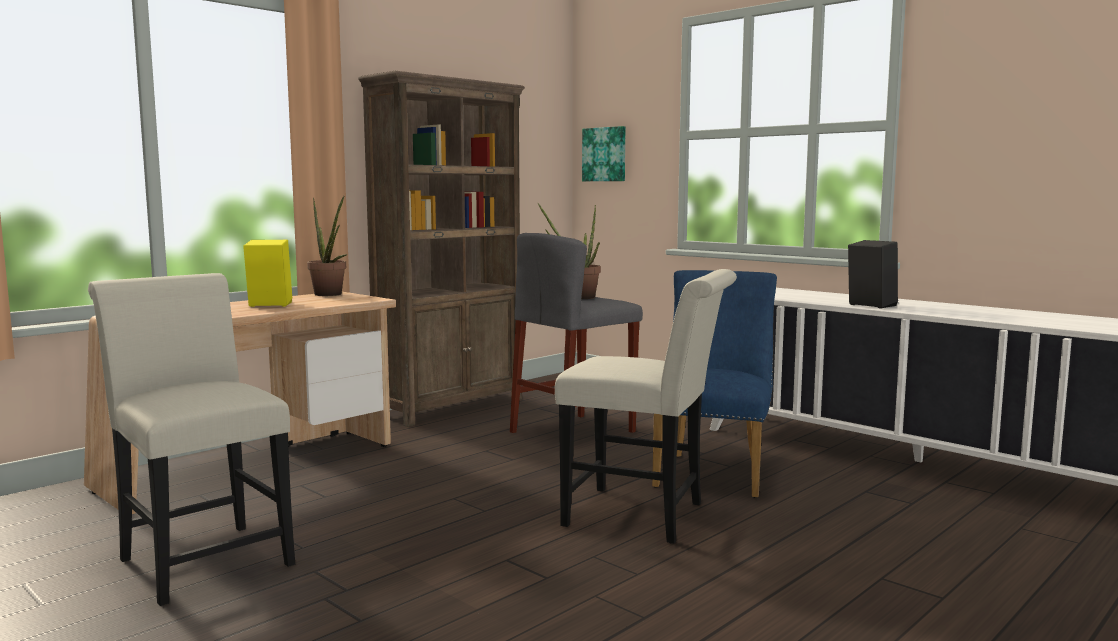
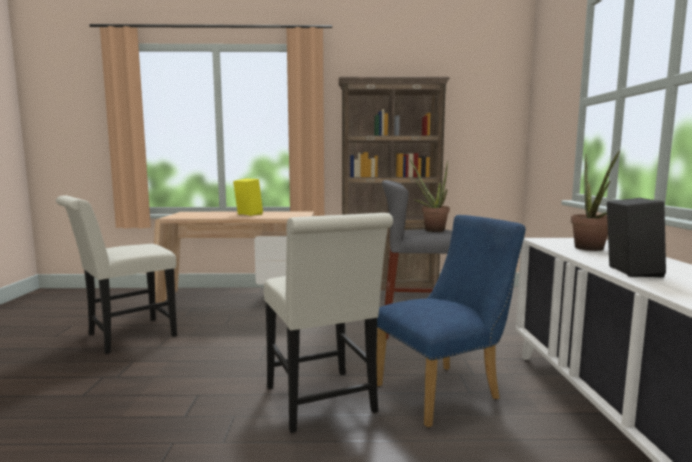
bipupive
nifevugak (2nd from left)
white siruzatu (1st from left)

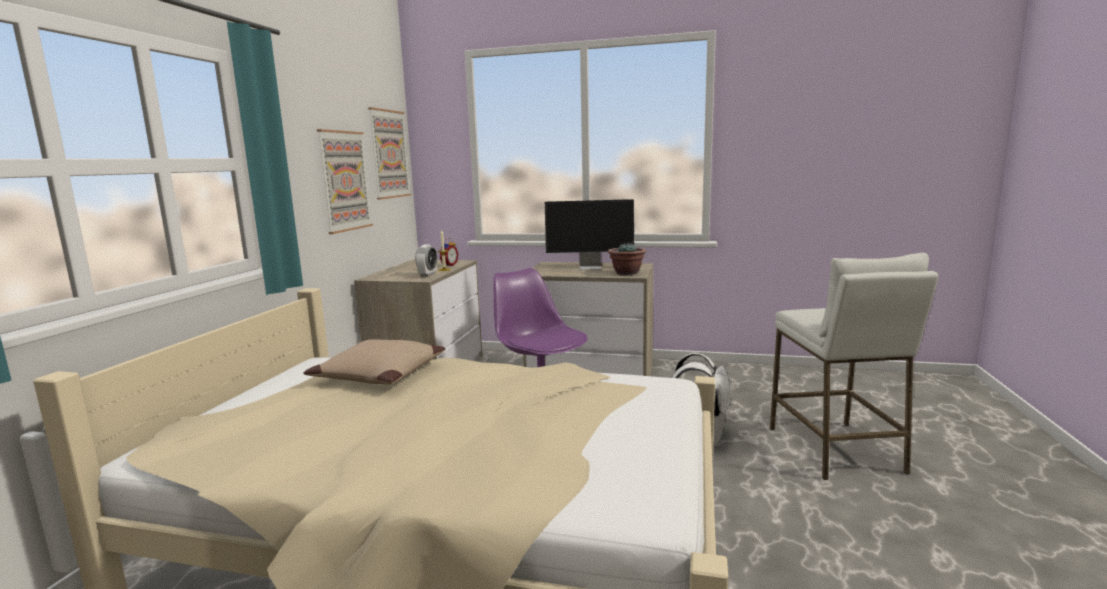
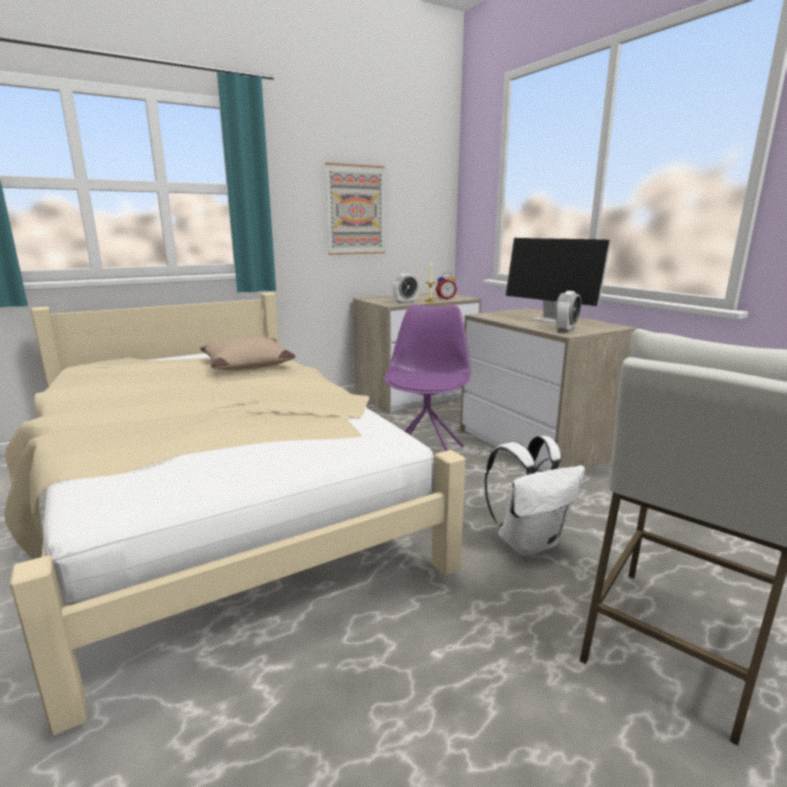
bipupive (2nd from left in the first image)
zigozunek (3rd from left)

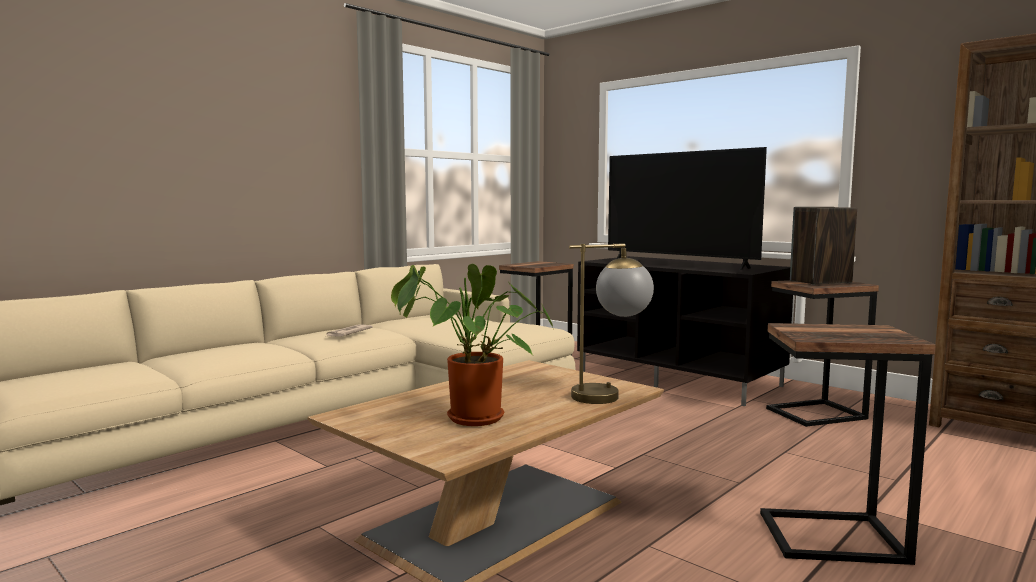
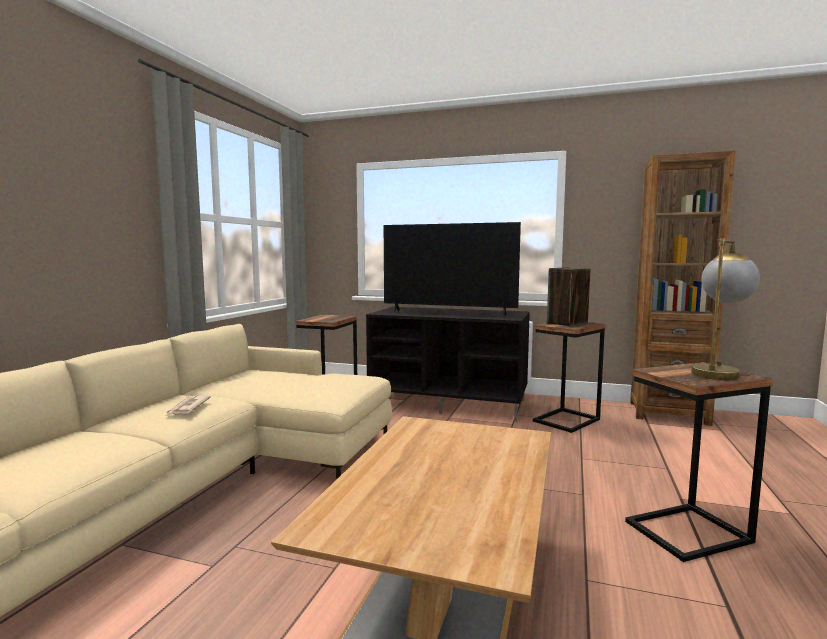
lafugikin
nifevugak

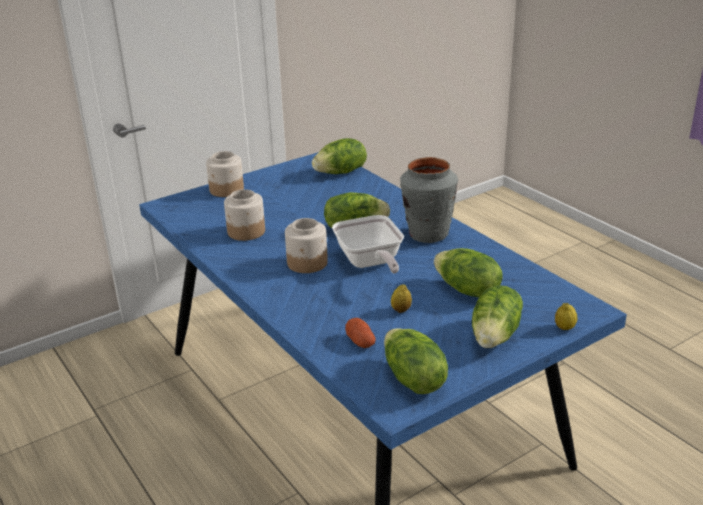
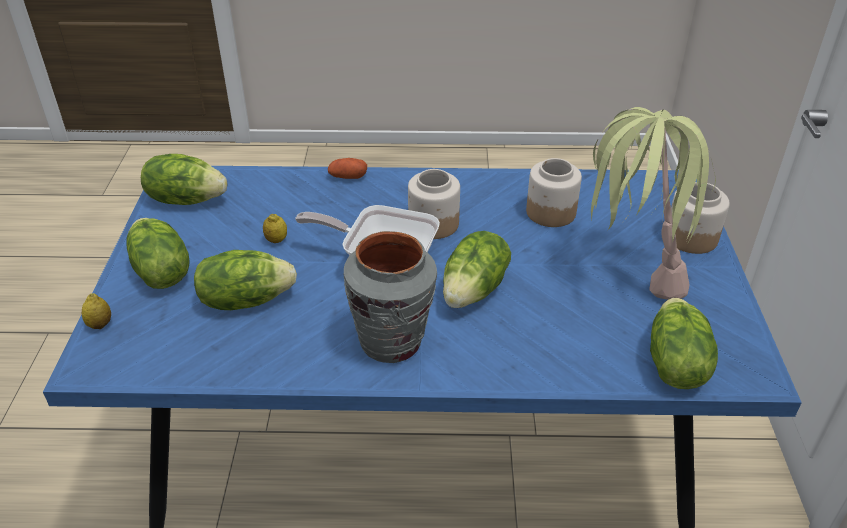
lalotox
nifevugak

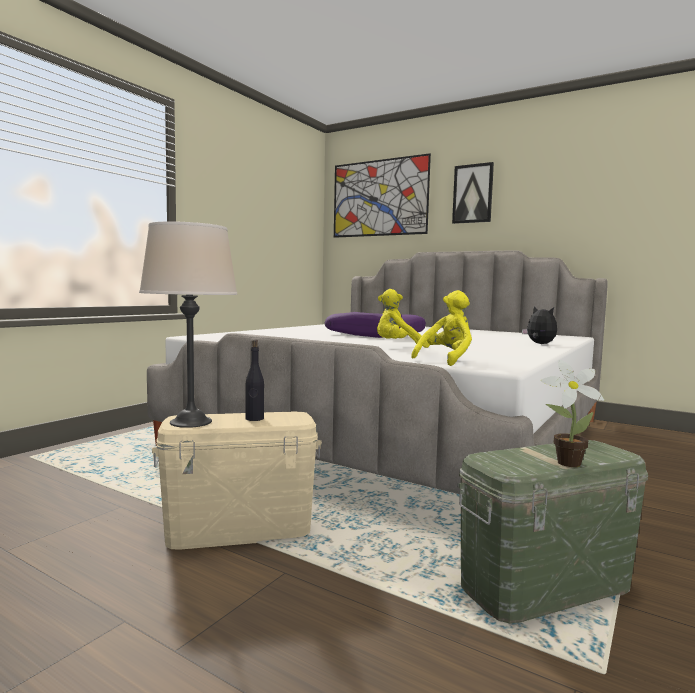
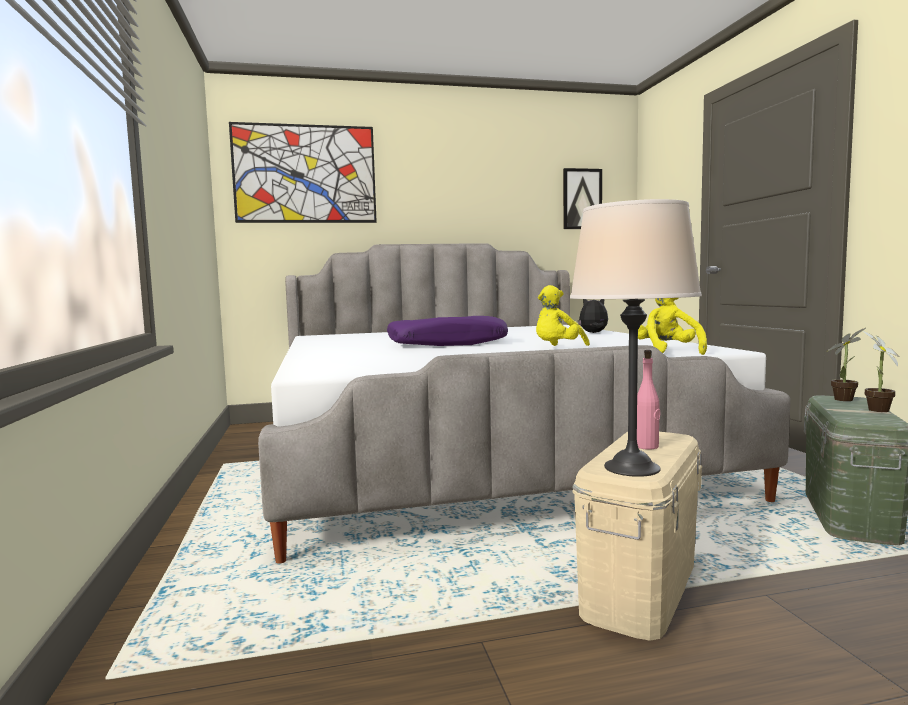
bipupive (2nd from left)
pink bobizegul
nifevugak (1st from left)

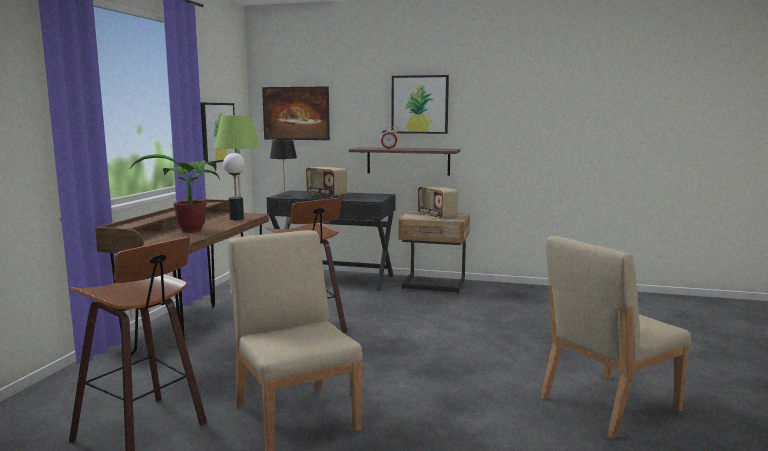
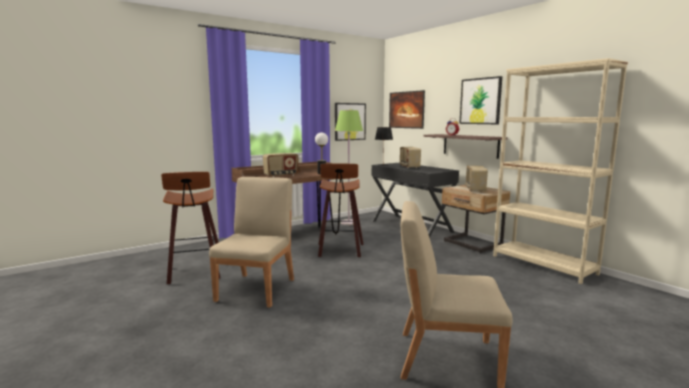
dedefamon (1st from left)
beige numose

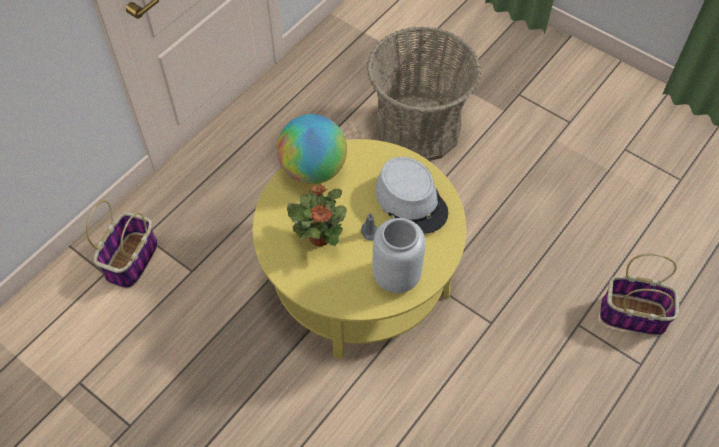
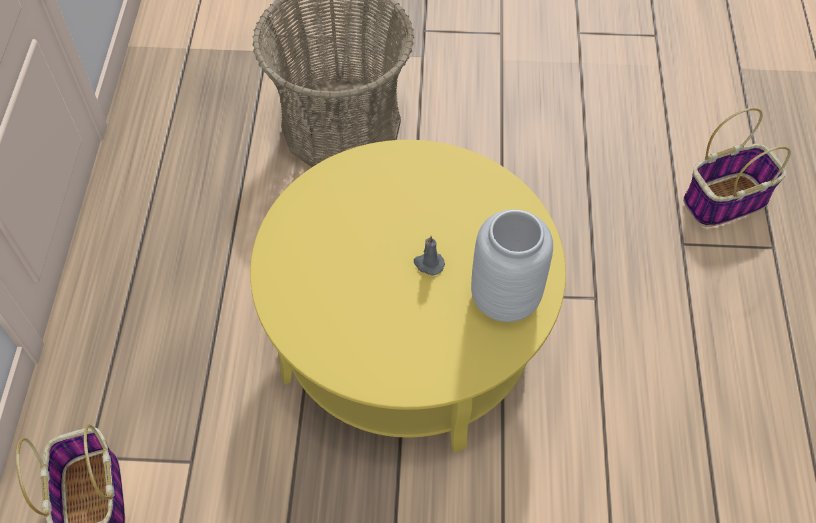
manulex
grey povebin
nifevugak

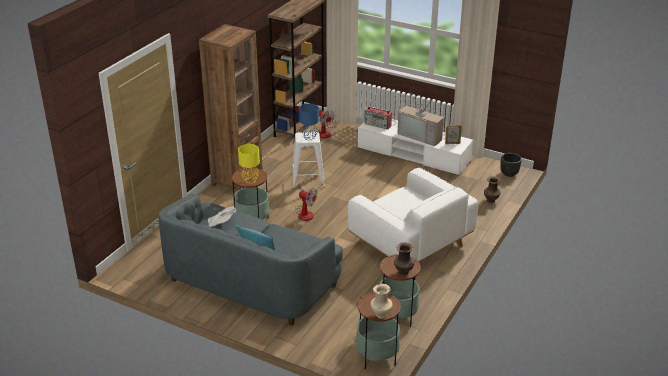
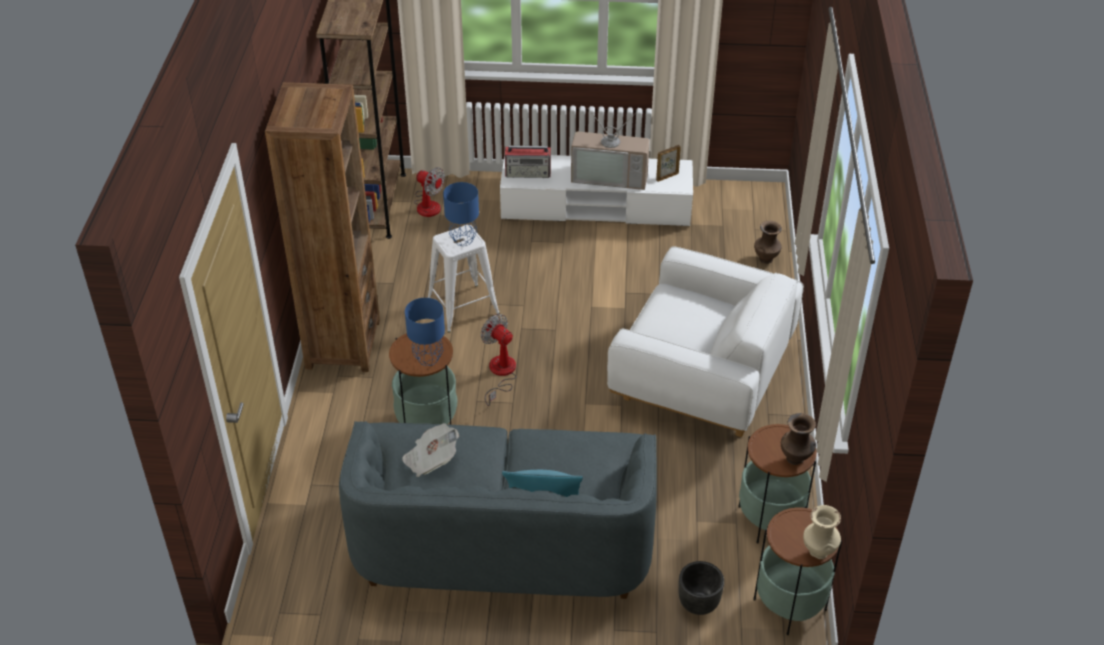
blue lafugikin (1st from left)
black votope
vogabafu (2nd from left)

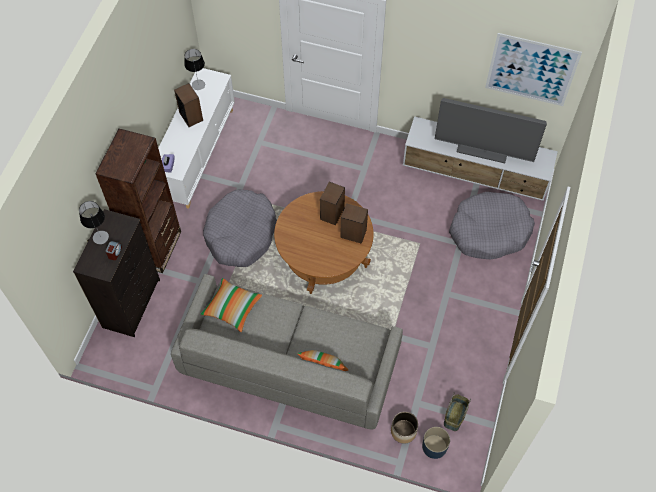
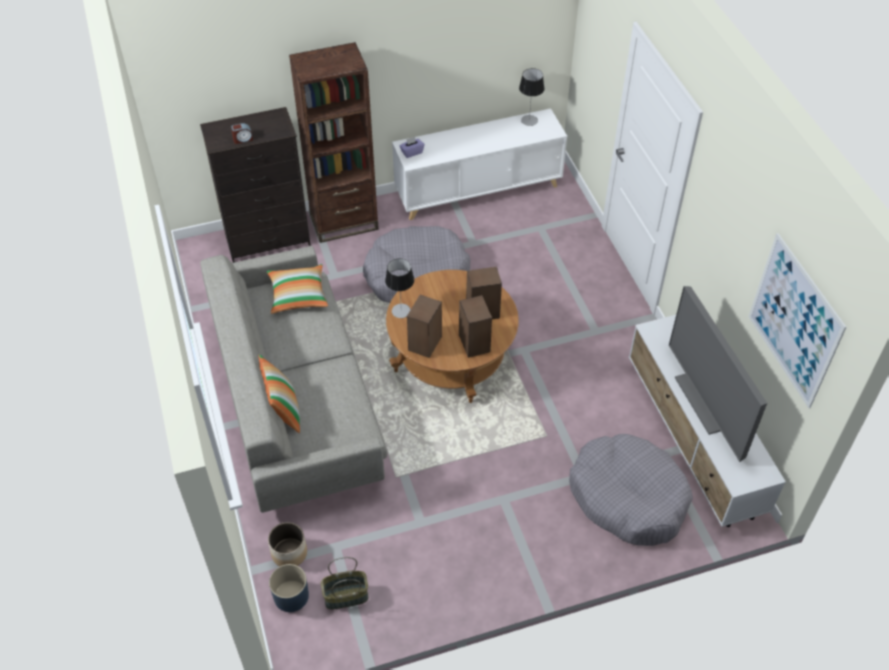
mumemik (1st from left)
lafugikin (1st from left)

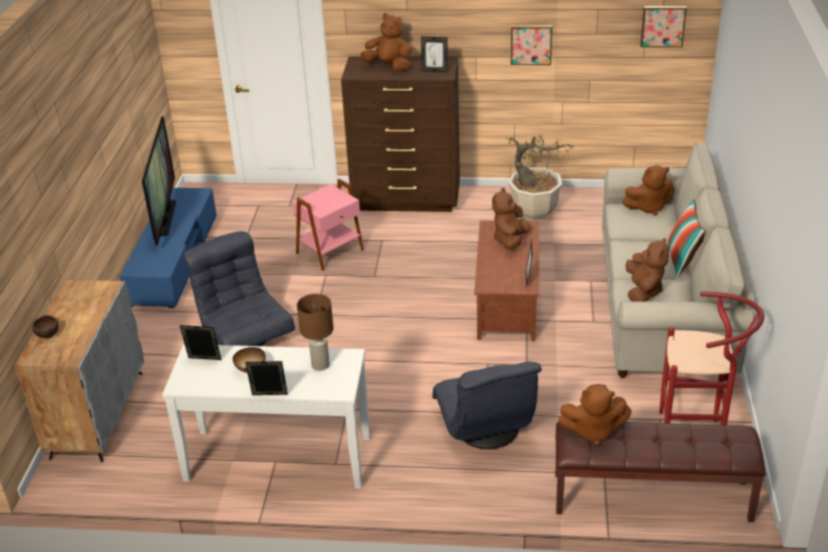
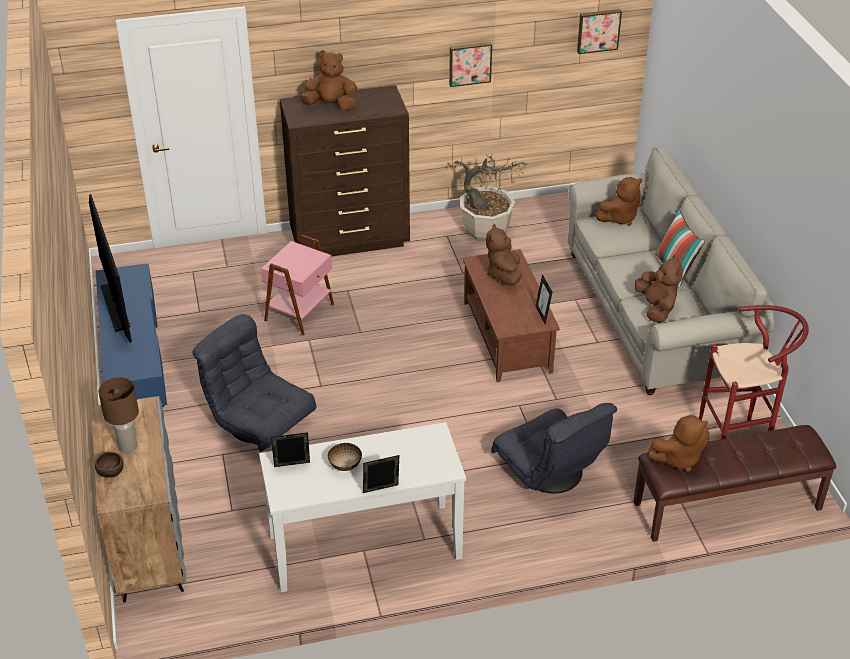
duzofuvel (3rd from left in the first image)
brown lafugikin

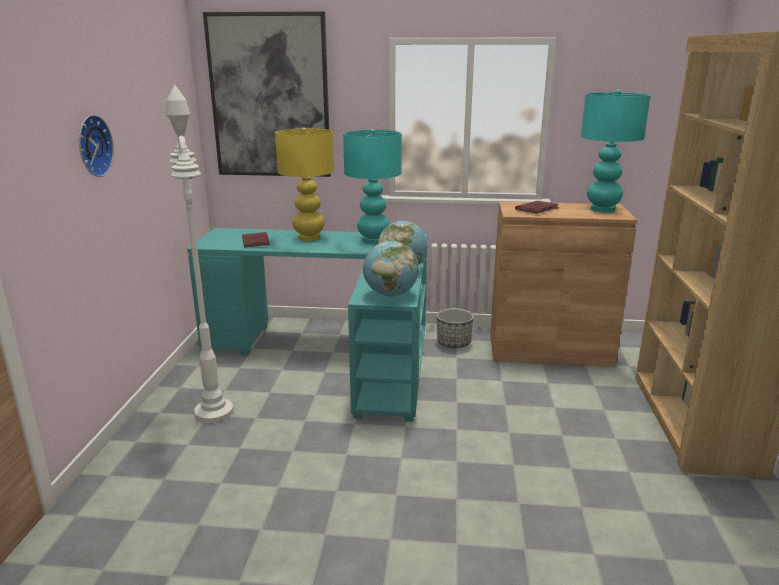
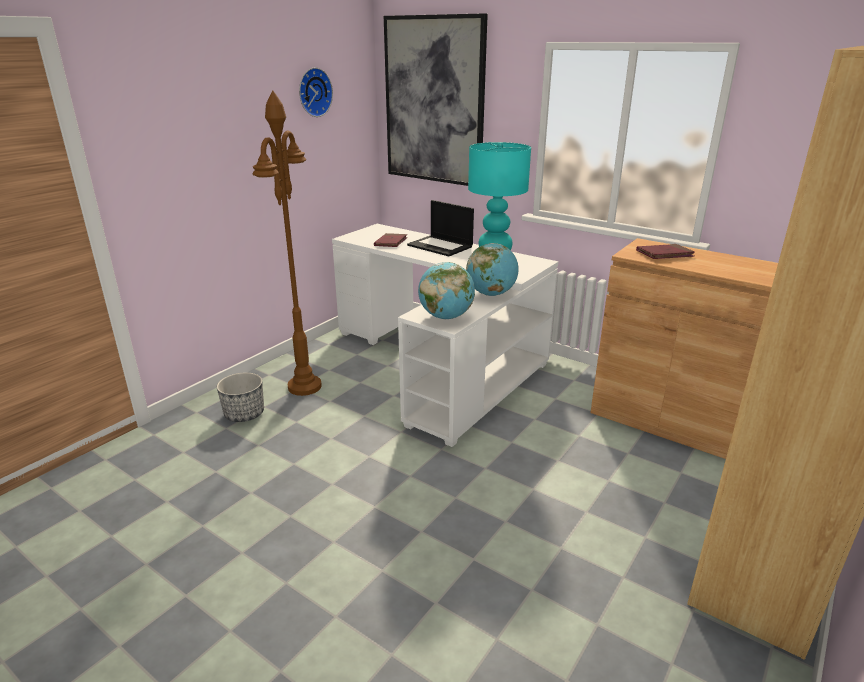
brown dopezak
turquoise lafugikin (2nd from left in the first image)
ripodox
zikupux
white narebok
votope

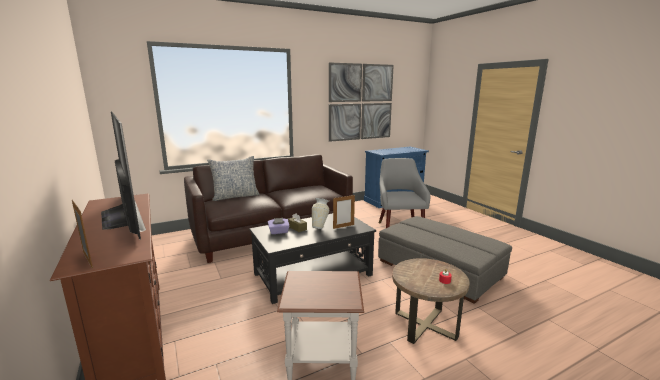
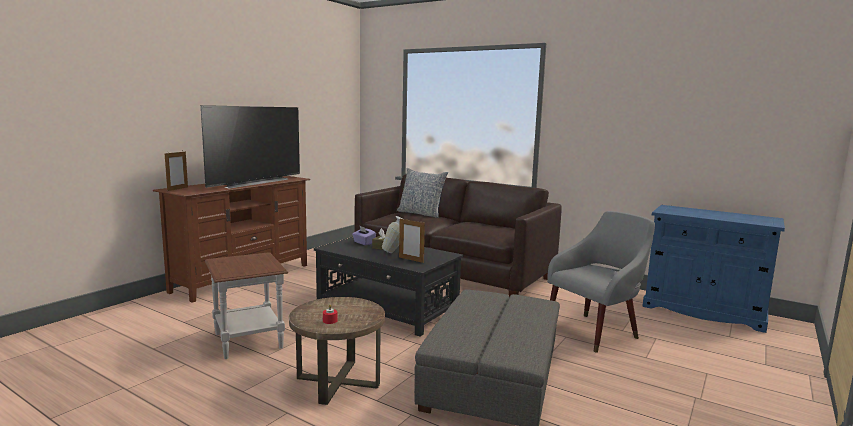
bipupive

